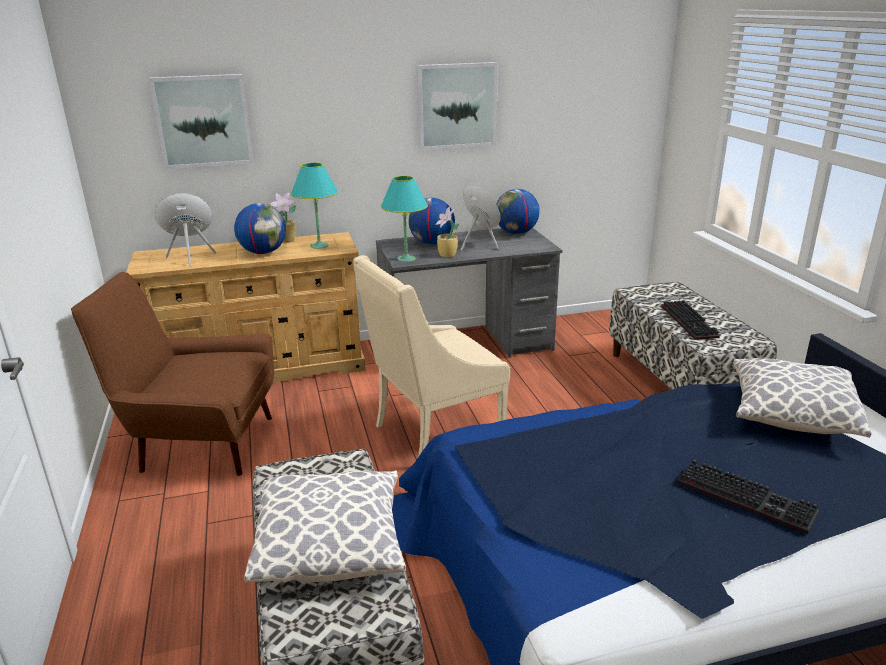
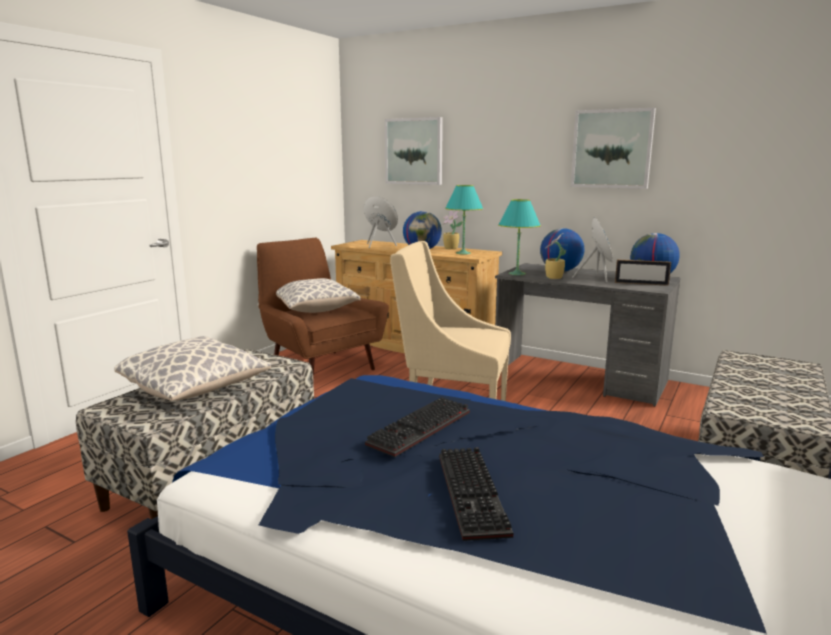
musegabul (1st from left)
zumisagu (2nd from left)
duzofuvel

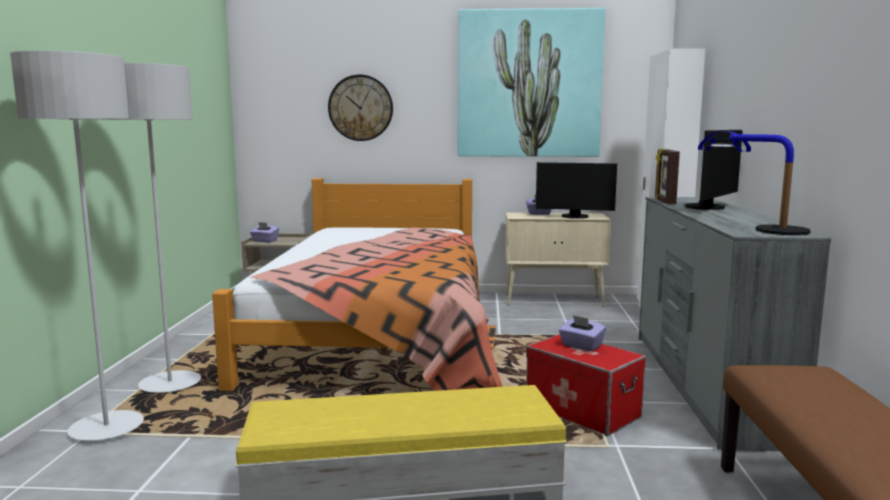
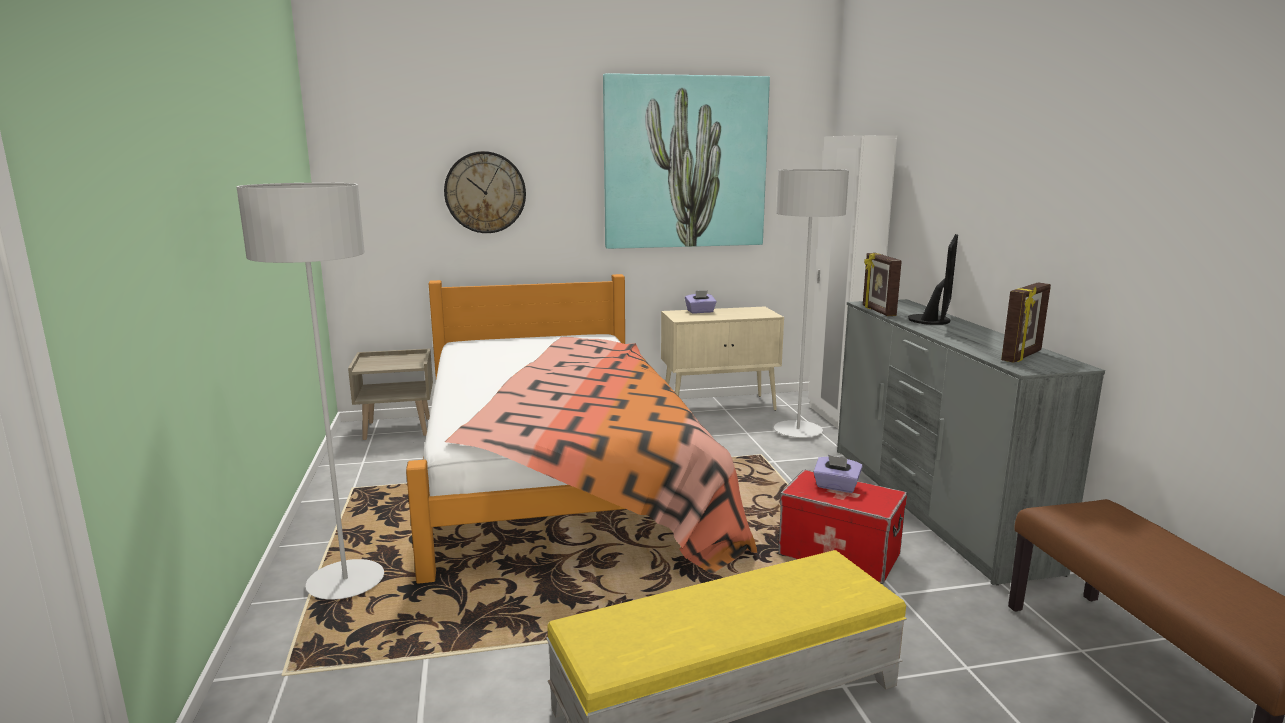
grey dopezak (2nd from left)
duzofuvel (2nd from left)
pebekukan (1st from left in the first image)
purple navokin (1st from left in the first image)

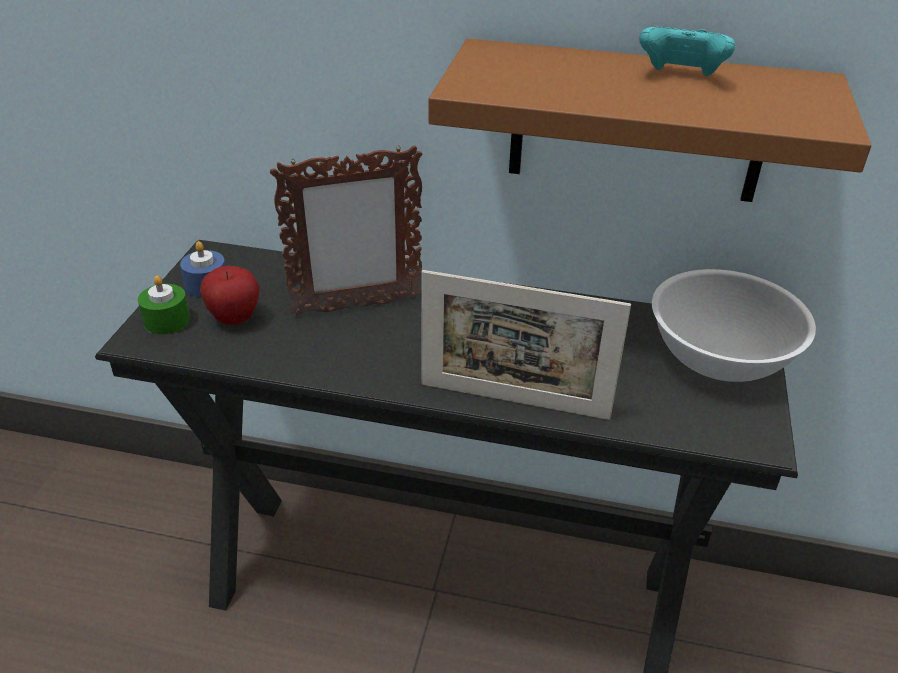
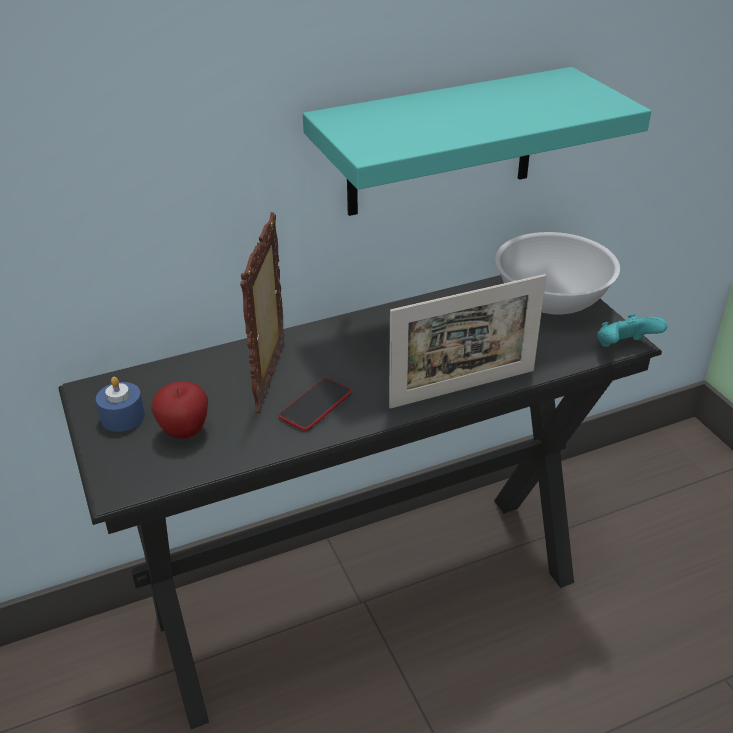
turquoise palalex
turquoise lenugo
duzofuvel (1st from left)
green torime
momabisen

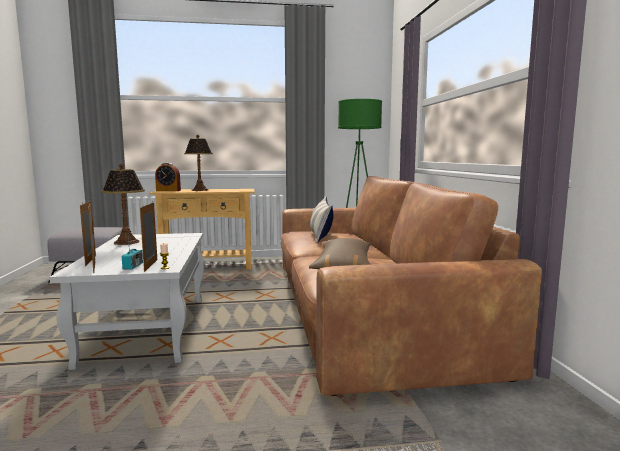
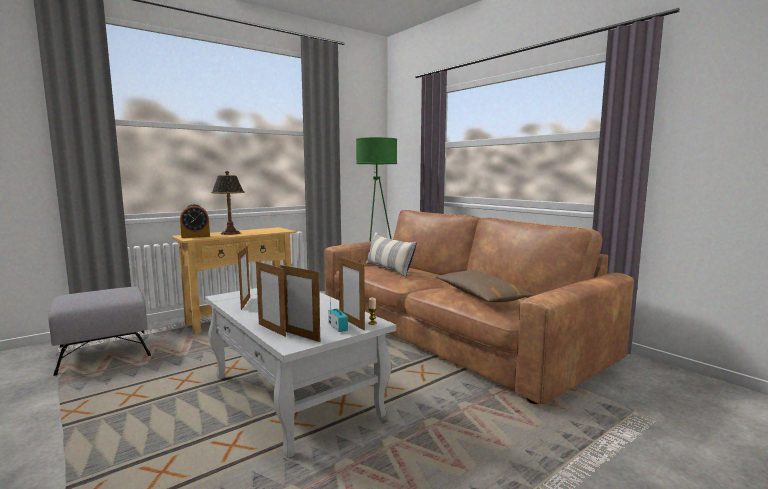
duzofuvel (1st from left)

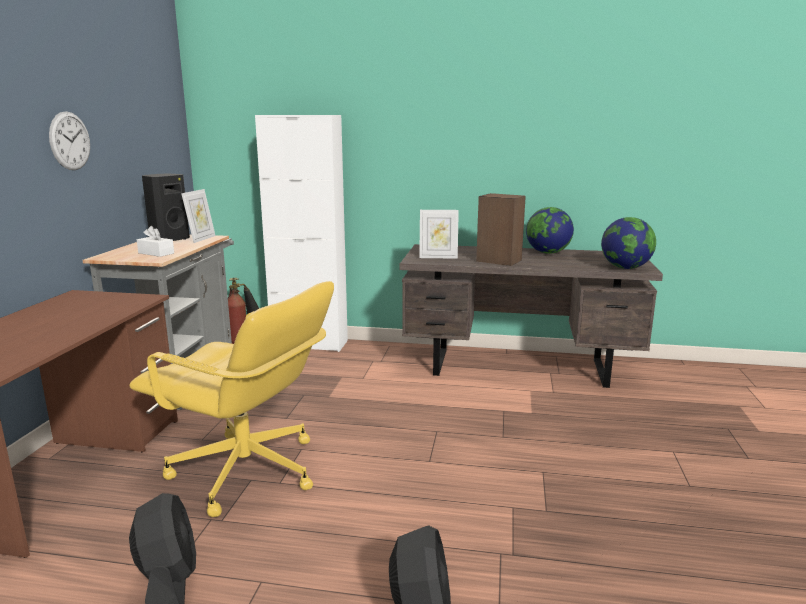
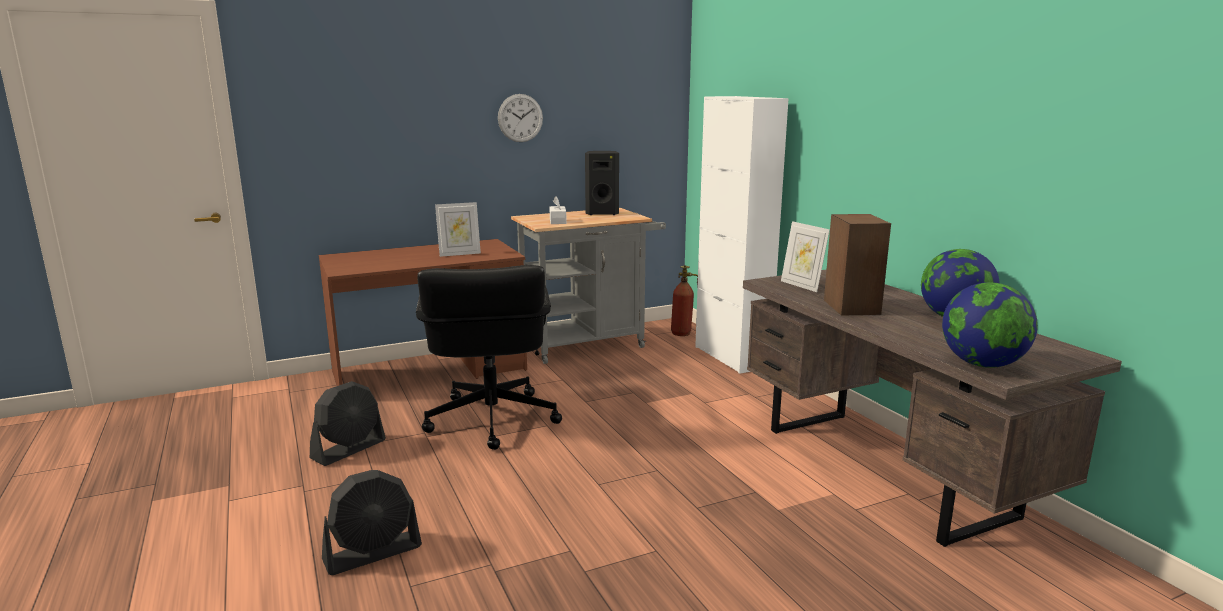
duzofuvel (1st from left)
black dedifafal

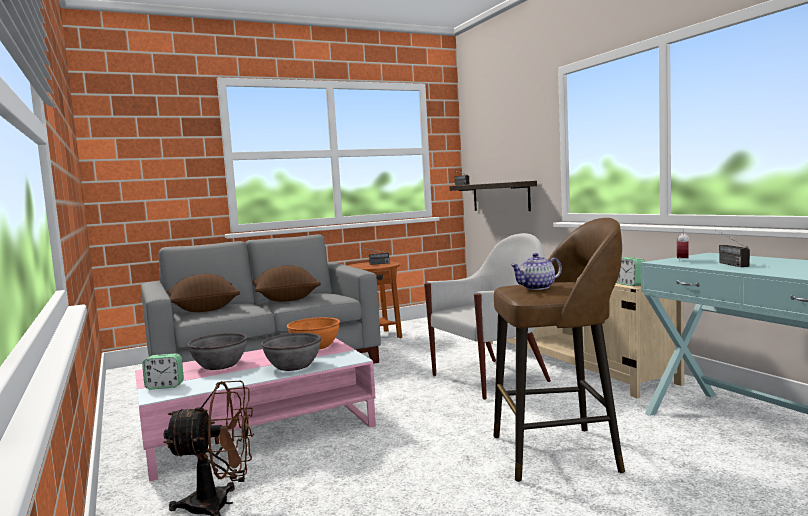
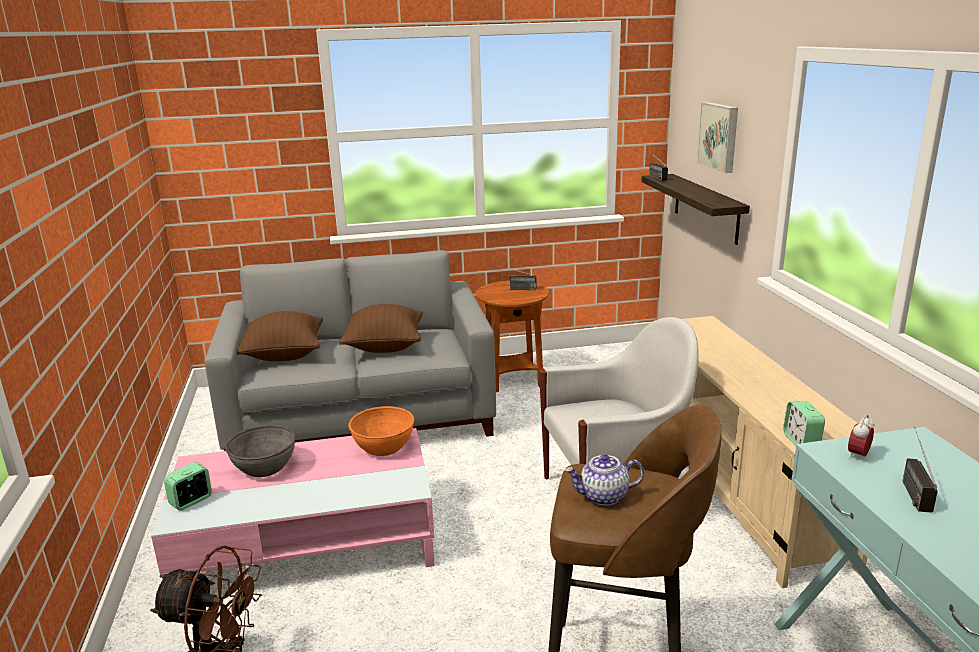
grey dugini (2nd from left in the first image)
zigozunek (1st from left)
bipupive

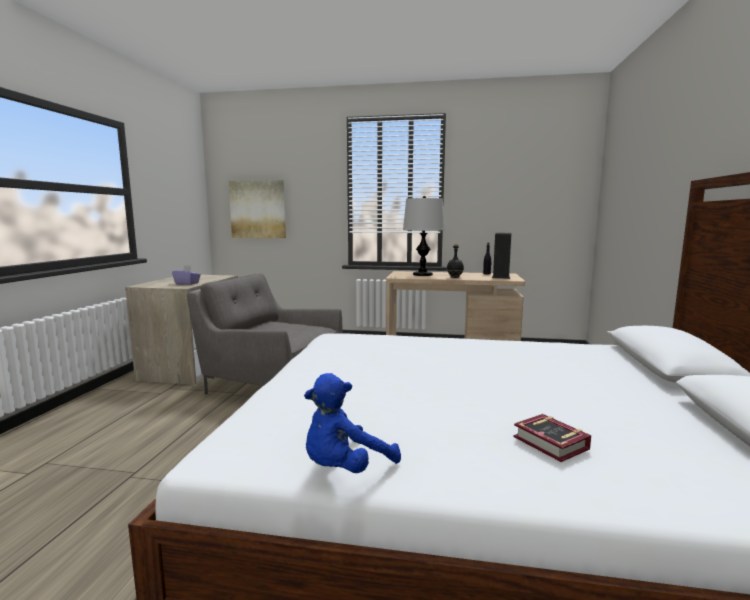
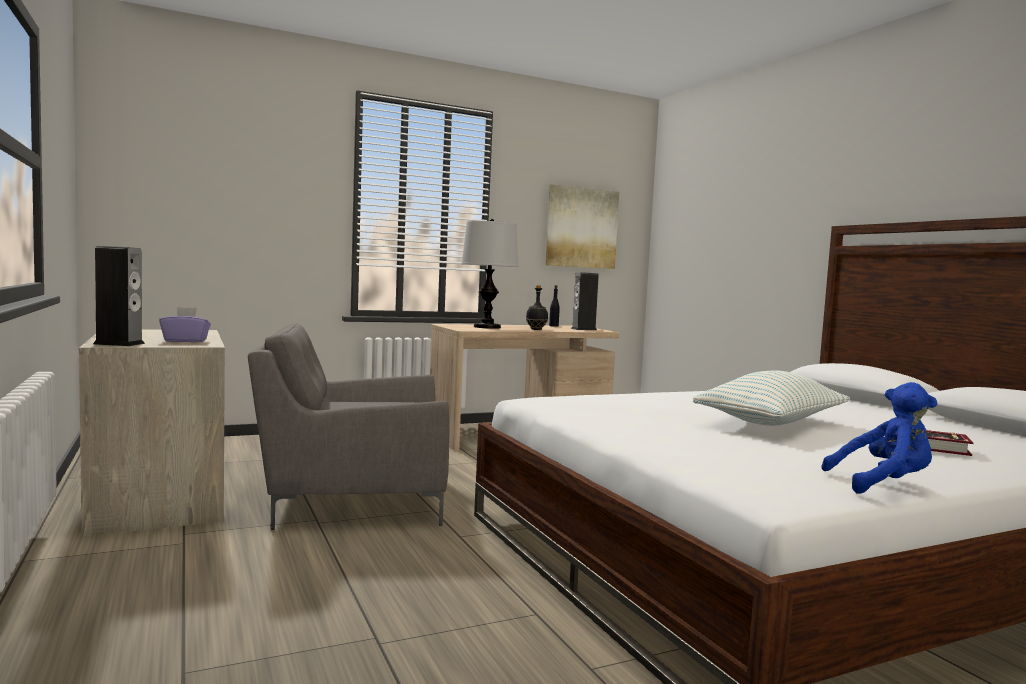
bipupive
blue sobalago
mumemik (1st from left)
zumisagu

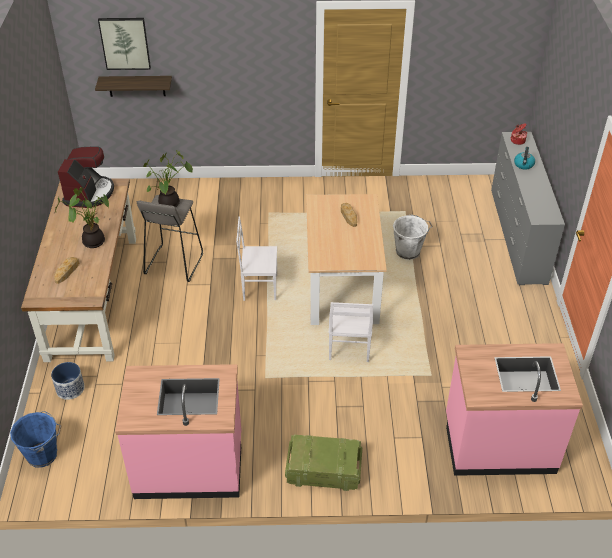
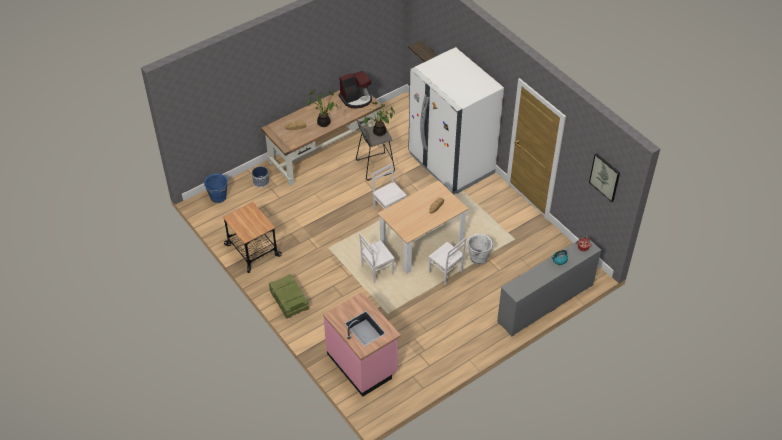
bipupive
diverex
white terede
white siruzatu (3rd from left)

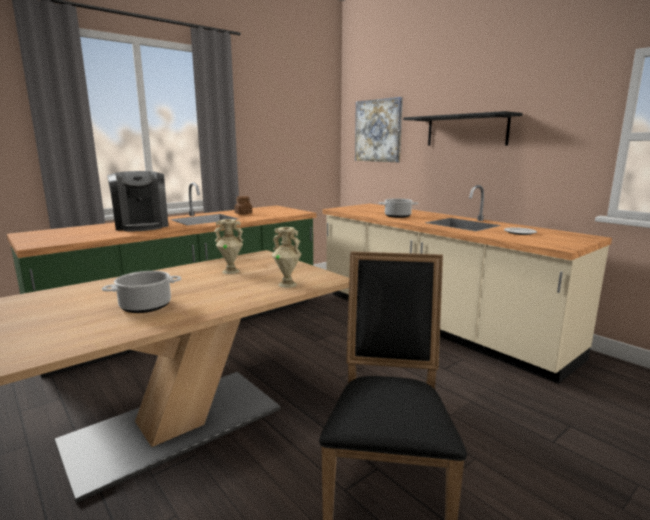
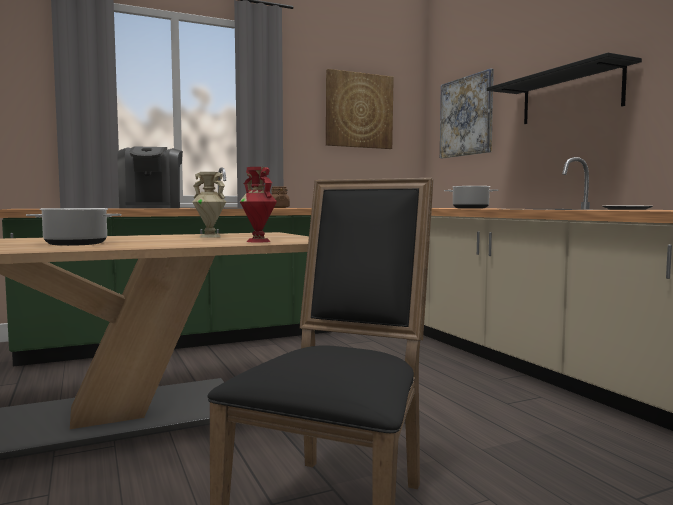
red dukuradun
bipupive (1st from left)

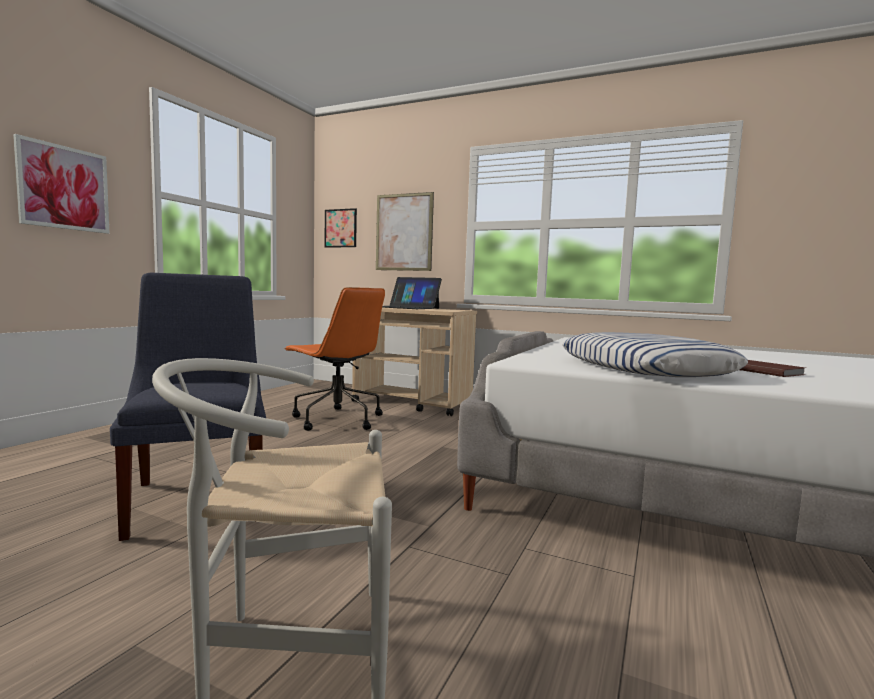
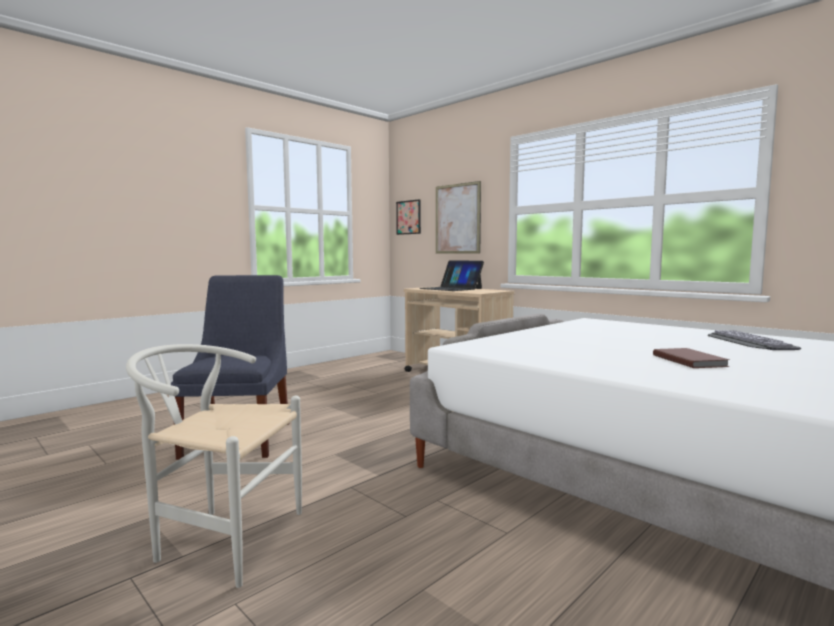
bipupive (1st from left in the first image)
orange dedifafal
zumisagu
musegabul

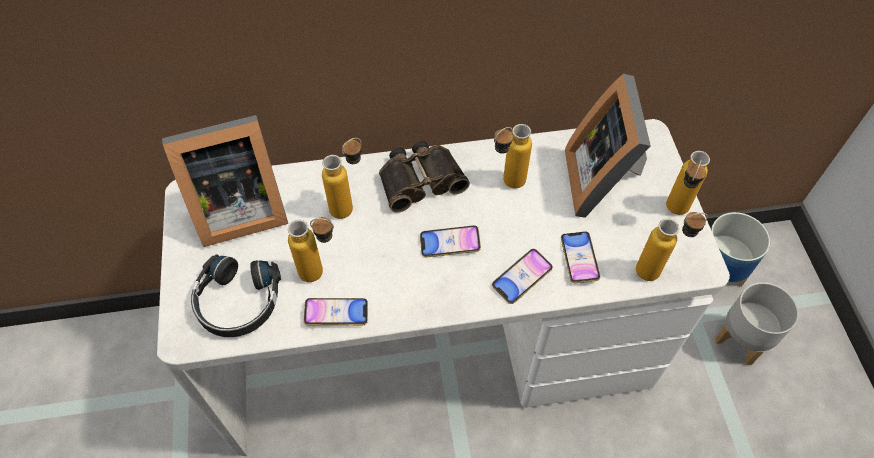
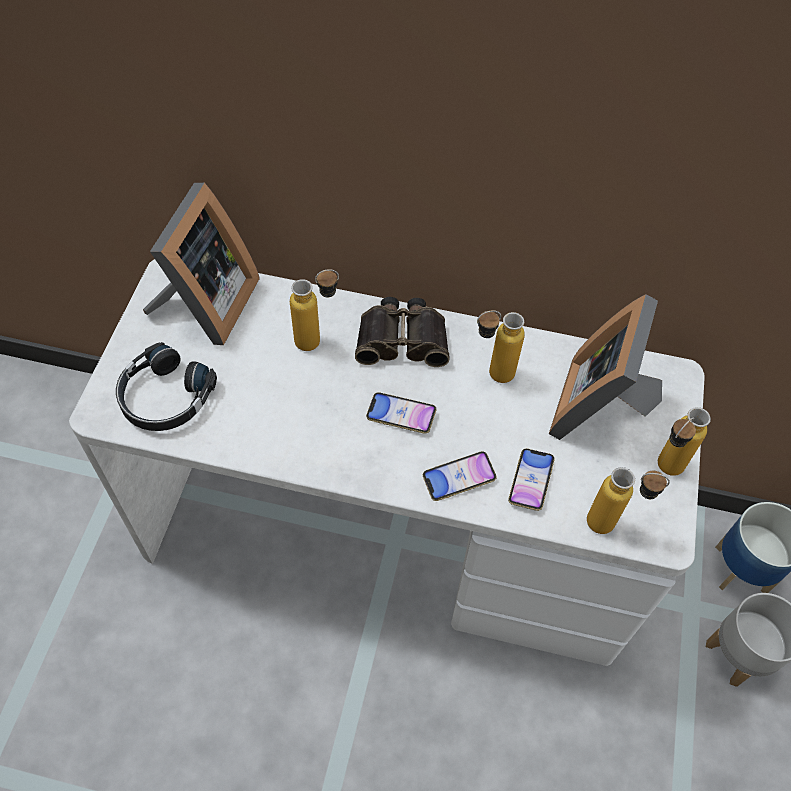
duzofuvel (1st from left)
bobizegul (1st from left in the first image)
momabisen (1st from left in the first image)

